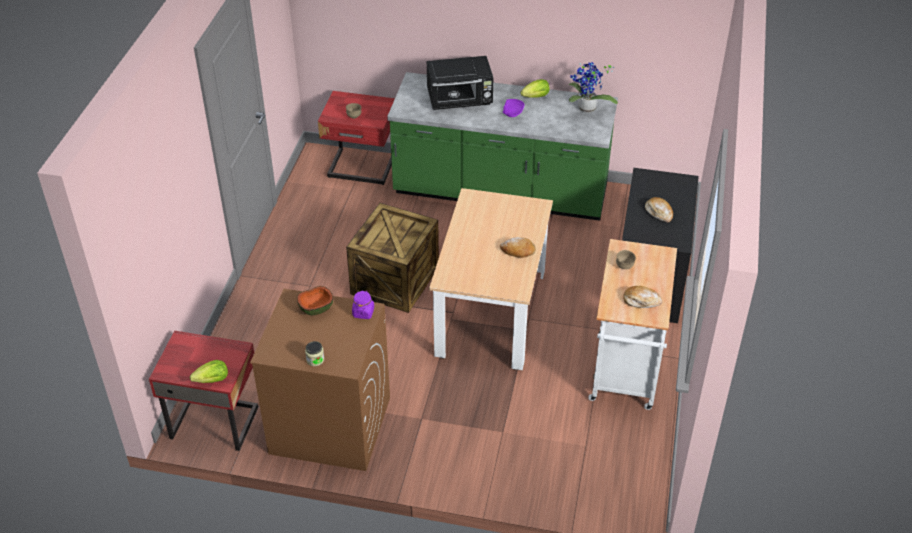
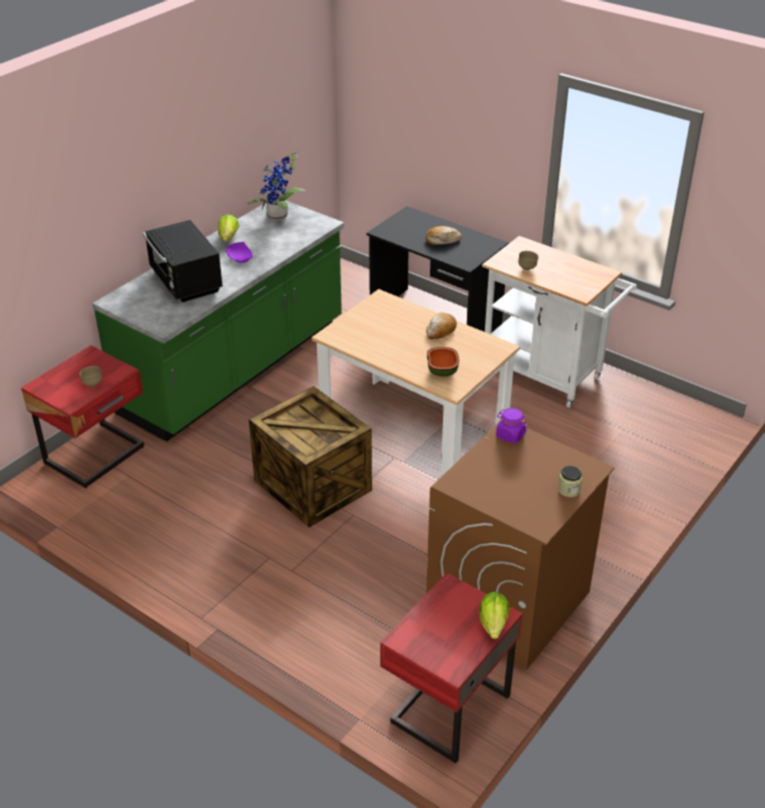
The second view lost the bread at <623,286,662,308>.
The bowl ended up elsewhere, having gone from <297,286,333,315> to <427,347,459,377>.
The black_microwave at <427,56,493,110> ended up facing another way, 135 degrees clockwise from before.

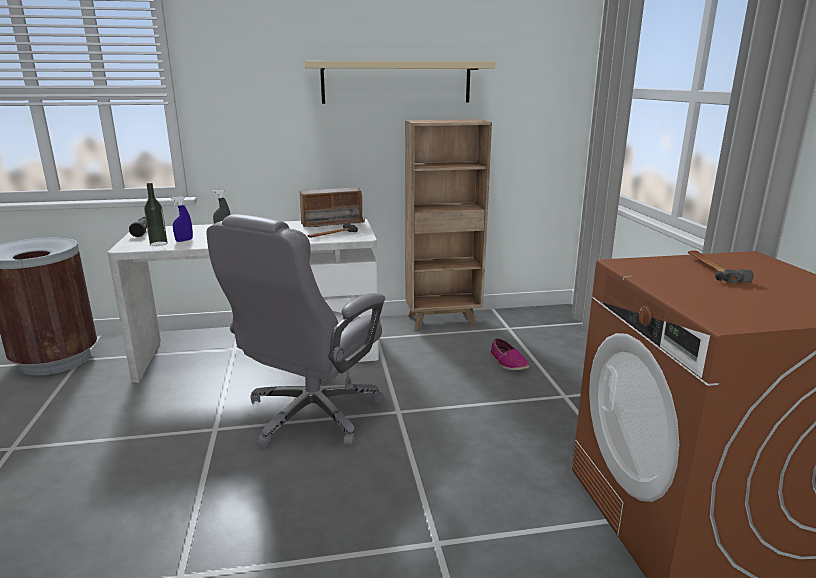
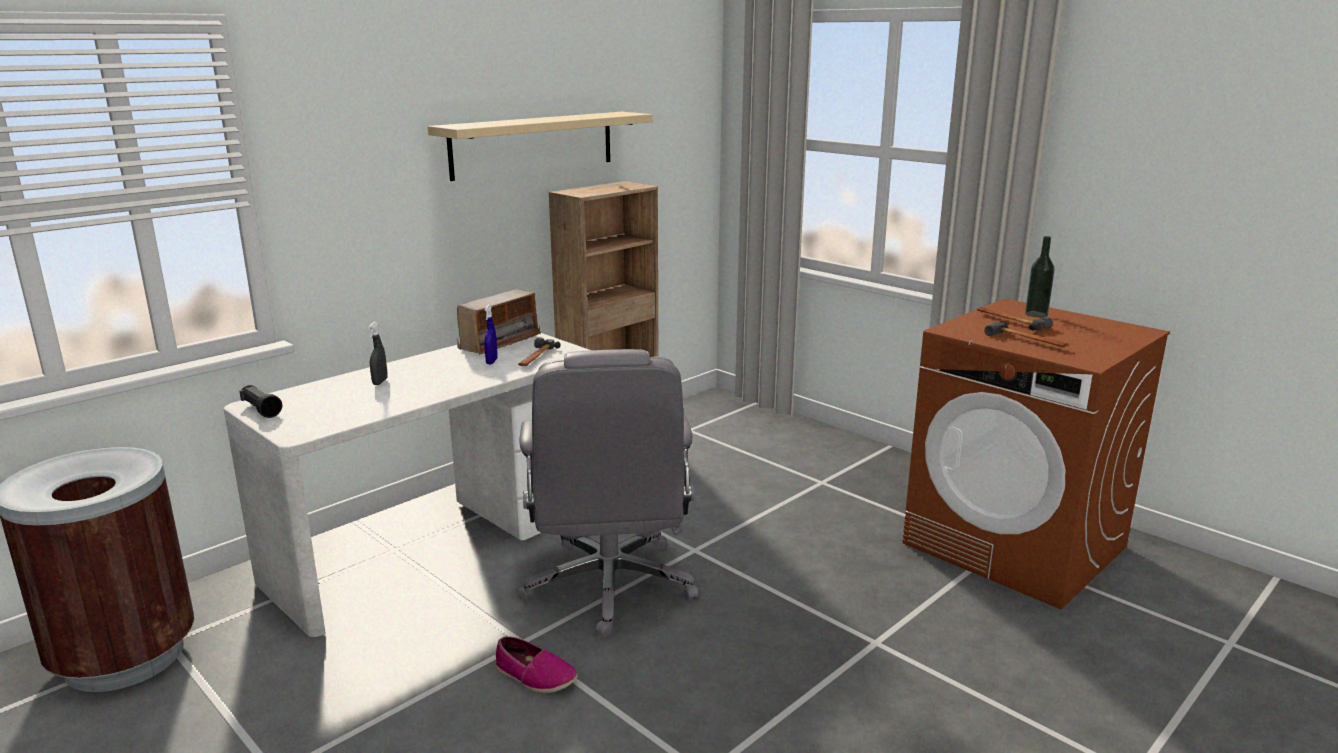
The second view gained the hammer at <984,322,1068,347>.
The bottle ended up elsewhere, having gone from <144,183,168,246> to <1025,236,1055,317>.
The blue_spray_bottle ended up elsewhere, having gone from <171,196,193,242> to <484,305,498,364>.
The shoe ended up elsewhere, having gone from <490,338,529,370> to <496,636,578,693>.

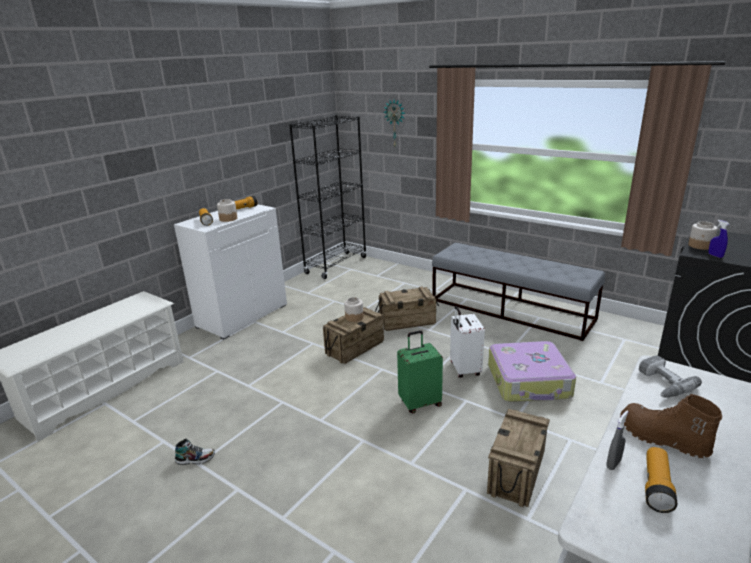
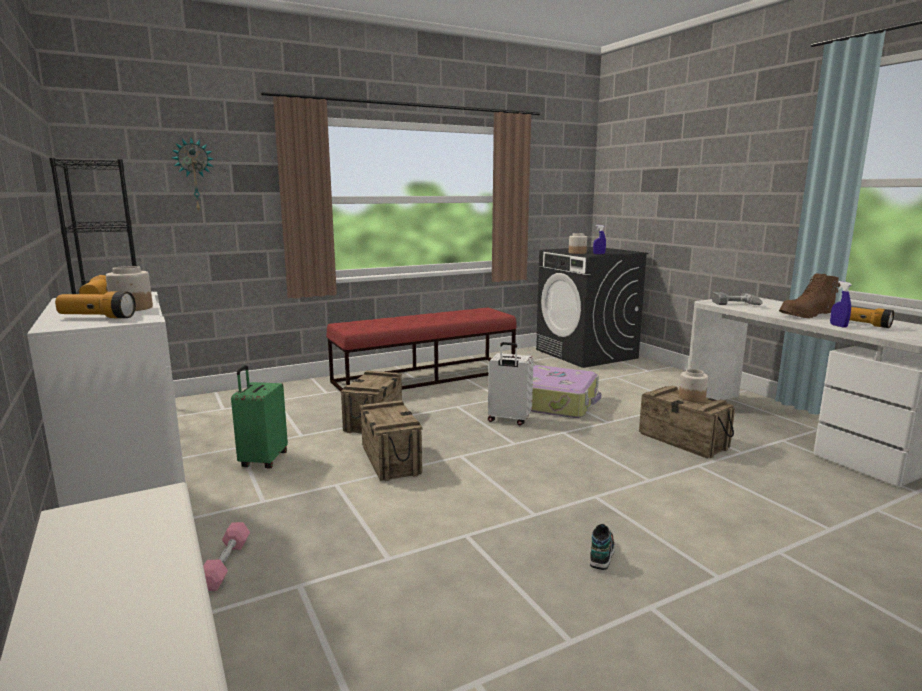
The second view gained the pink_dumbbell at <203,522,250,591>.
The shoe ended up elsewhere, having gone from <175,439,215,465> to <590,524,615,570>.
The jar ended up elsewhere, having gone from <344,297,364,322> to <679,369,708,402>.
The green_suitcase ended up elsewhere, having gone from <397,331,443,413> to <231,365,288,468>.
What was the grey_bench at <432,243,605,341> turned into the red_bench at <326,308,517,392>.
What was the grey_spray_bottle at <606,411,628,470> turned into the blue_spray_bottle at <830,281,851,328>.

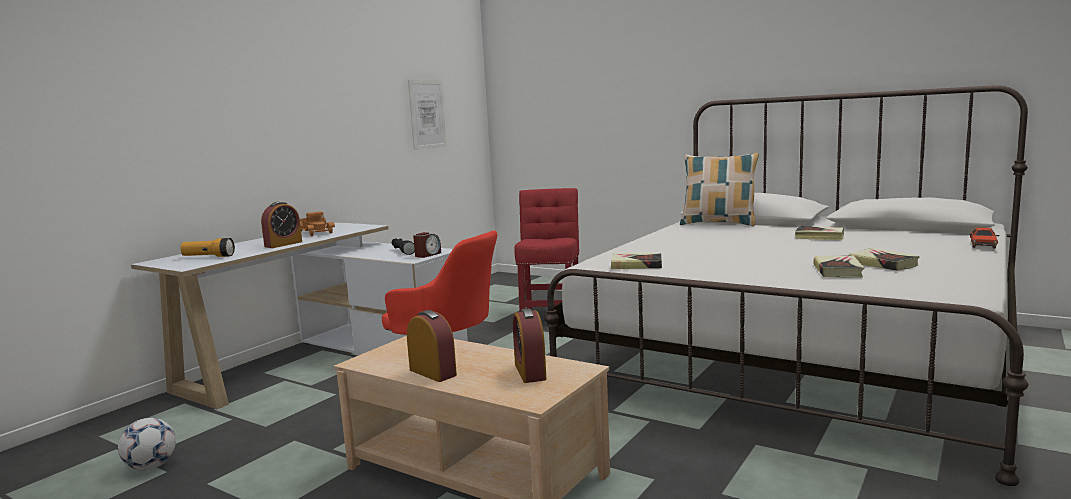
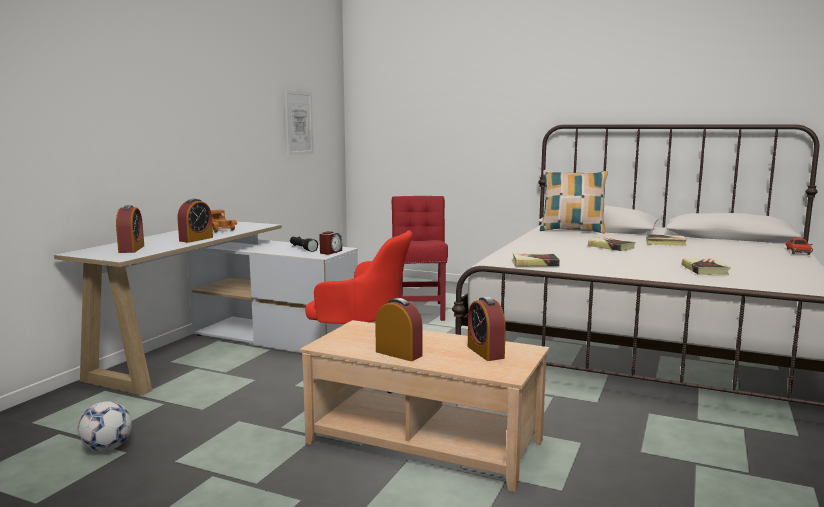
The book ended up elsewhere, having gone from <848,248,920,271> to <588,237,636,251>.
Where the flashlight stood at <180,238,235,257>, the alarm_clock came to stand at <116,205,144,253>.

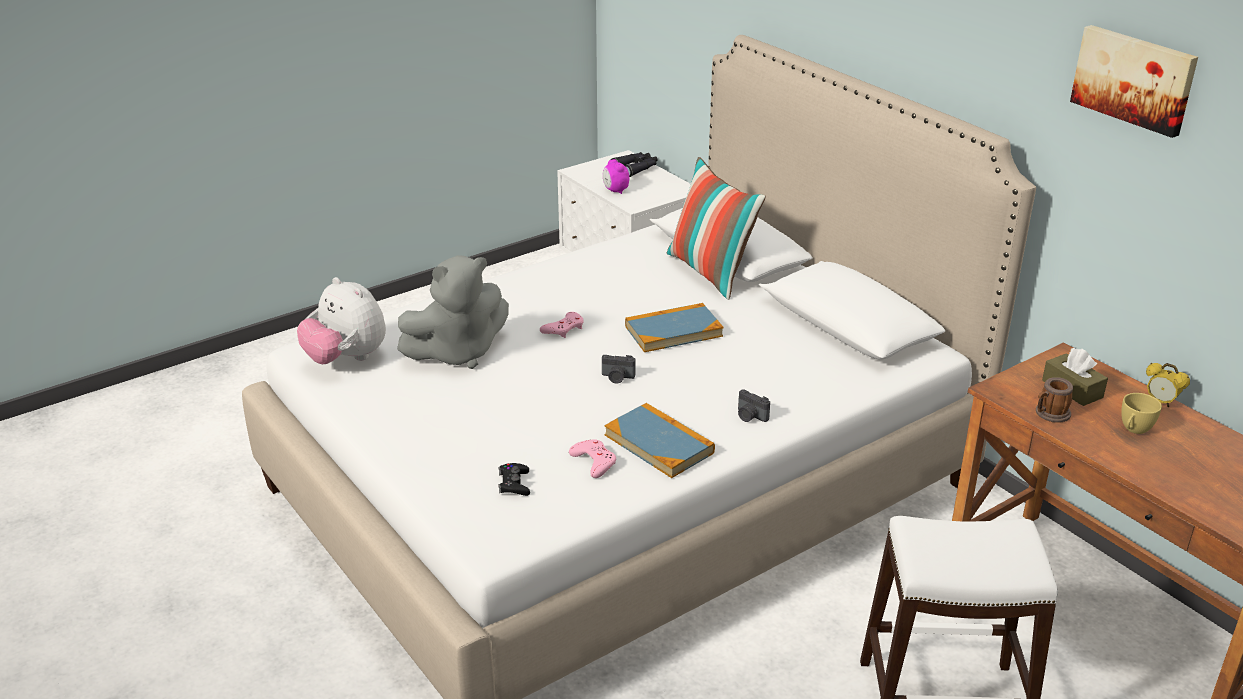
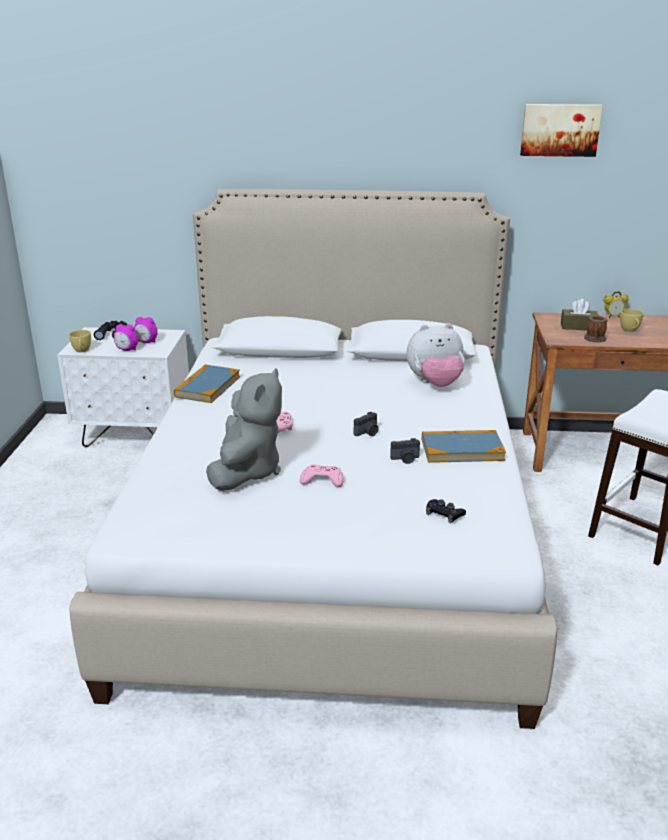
The second view lost the pillow at <667,157,766,300>.
The second view gained the yellow_cup at <69,330,91,352>.
The second view gained the alarm_clock at <134,317,158,343>.
The plush_toy ended up elsewhere, having gone from <297,277,386,364> to <407,323,465,387>.
The pink_game_controller ended up elsewhere, having gone from <569,439,616,478> to <300,464,344,487>.
The book ended up elsewhere, having gone from <625,303,723,352> to <174,364,240,403>.
The photo_camera ended up elsewhere, having gone from <738,389,770,422> to <390,438,420,464>.

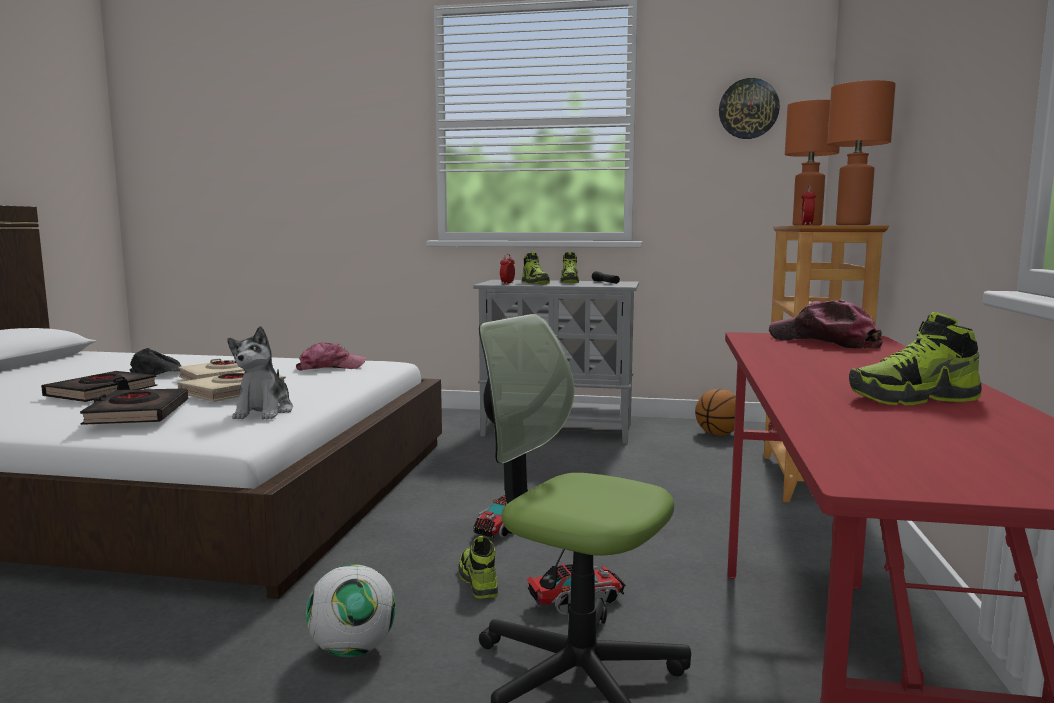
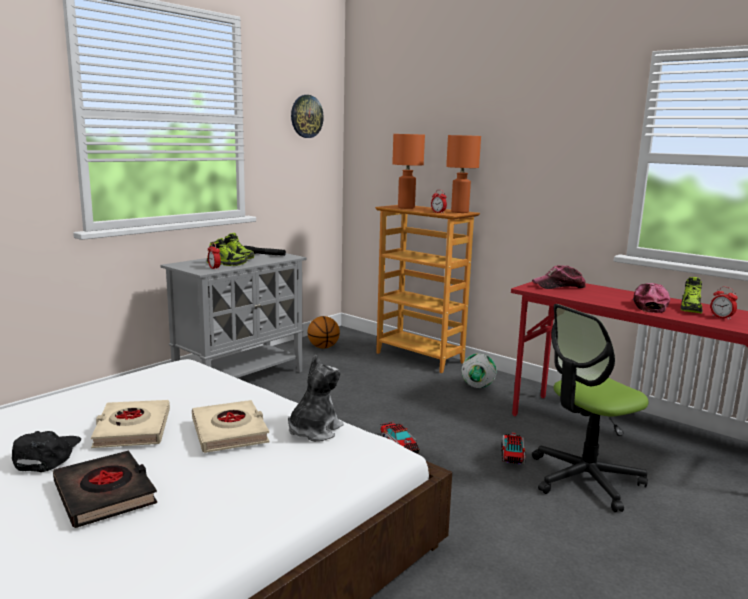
The second view lost the black_book at <80,388,188,425>.
The second view lost the shoe at <458,536,498,599>.
The second view gained the alarm_clock at <710,287,738,320>.
The cap ended up elsewhere, having gone from <296,342,366,371> to <632,283,670,313>.
The football ended up elsewhere, having gone from <306,564,396,657> to <462,353,497,388>.
The plush_toy at <228,326,293,419> ended up facing another way, 90 degrees counterclockwise from before.

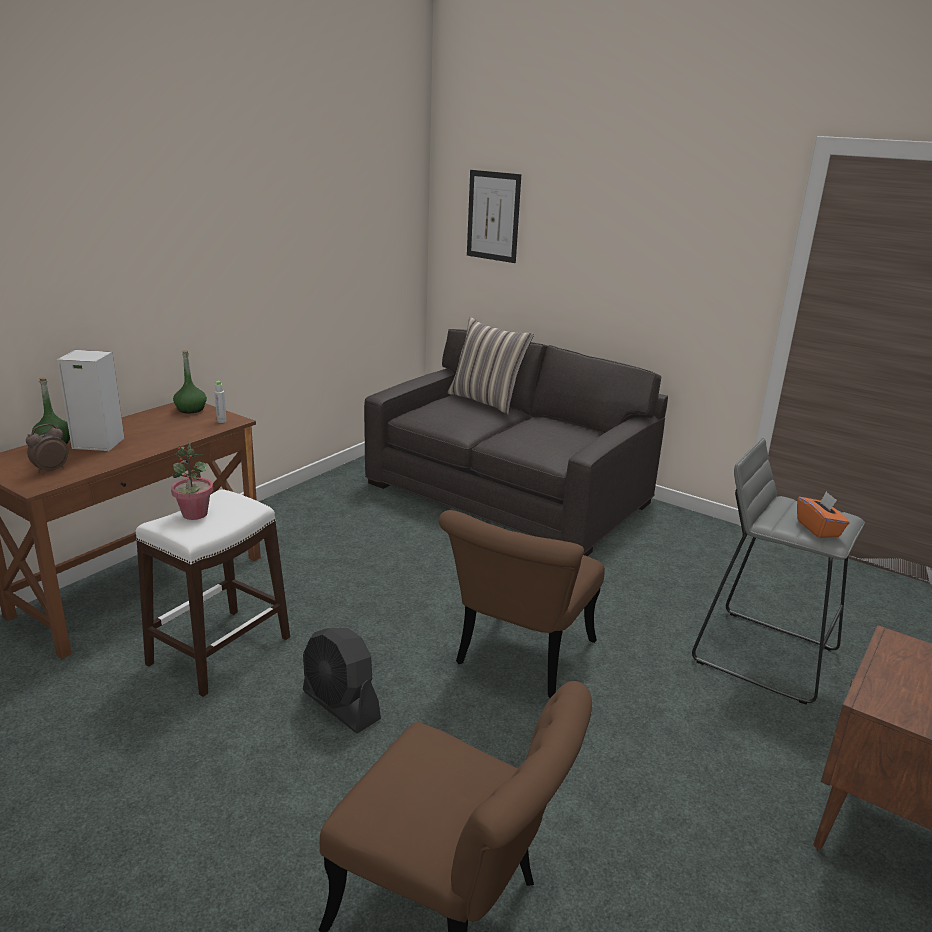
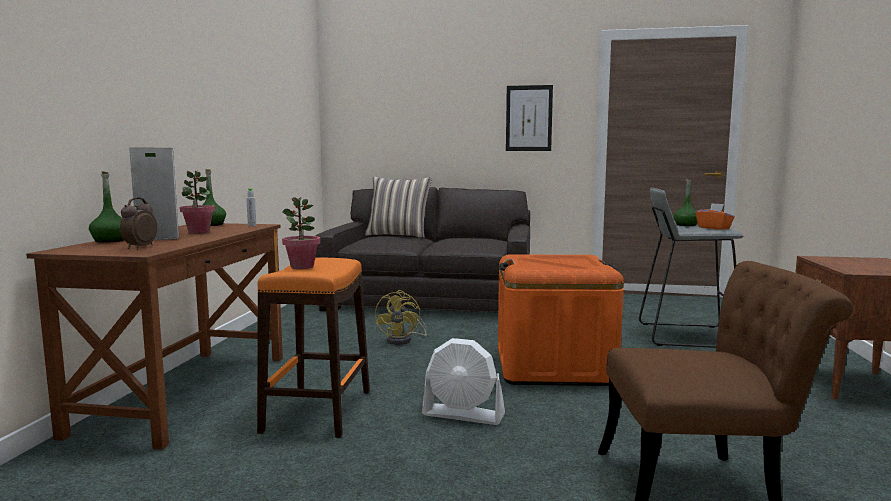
The second view gained the potted_plant at <180,171,215,234>.
The second view gained the yellow_fan at <375,290,427,345>.
The second view gained the green_bottle at <673,178,697,226>.
The picture ended up elsewhere, having gone from <467,170,521,263> to <506,85,553,151>.
Where the brown_chair stood at <439,510,605,698>, the orange_storage_box came to stand at <498,254,624,386>.
What was the white_stool at <136,489,290,697> turned into the orange_stool at <257,258,370,438>.
What was the black_fan at <303,628,381,733> turned into the white_fan at <422,338,505,425>.

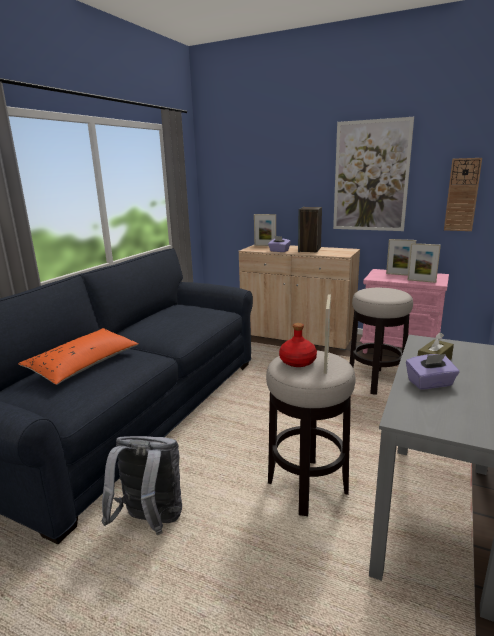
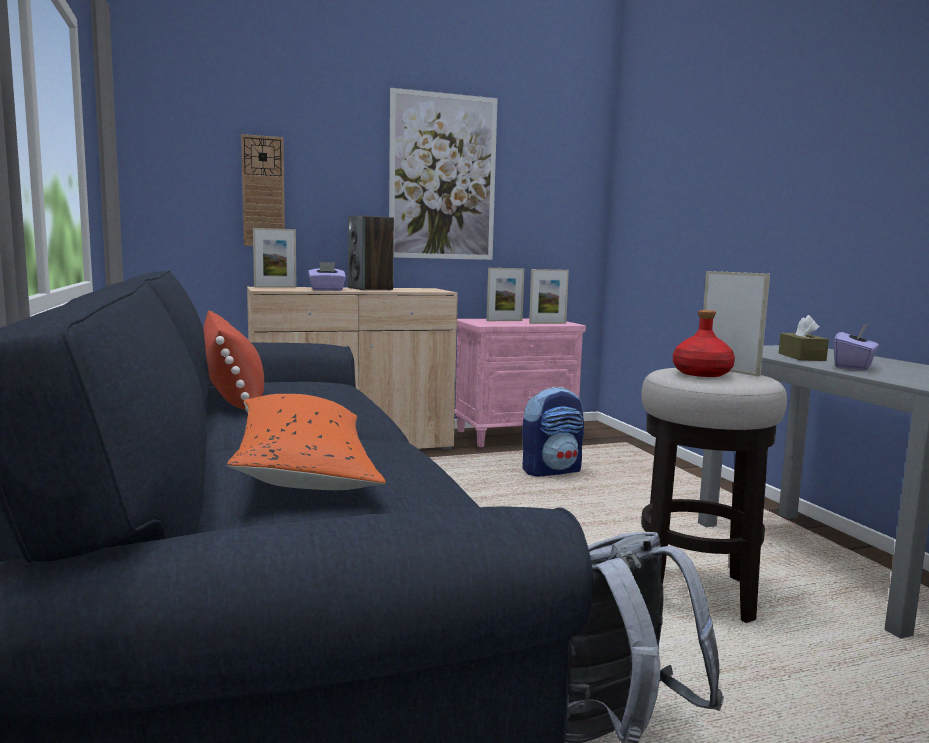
The second view gained the red_pillow at <203,310,264,412>.
The wall_clock ended up elsewhere, having gone from <444,158,482,231> to <241,134,285,246>.
Where the stool stood at <350,288,413,395>, the backpack came to stand at <522,387,584,476>.

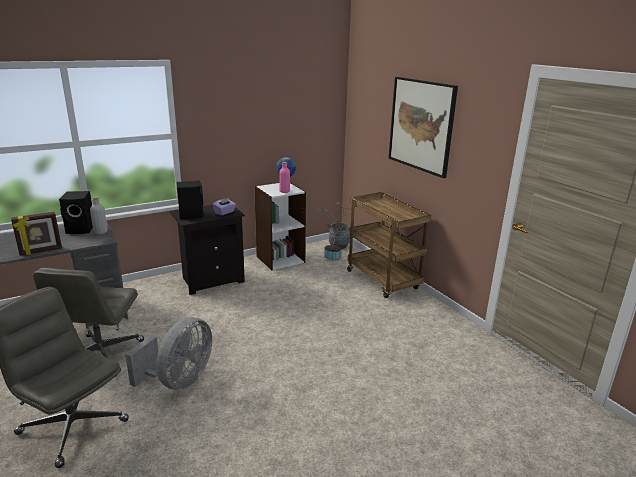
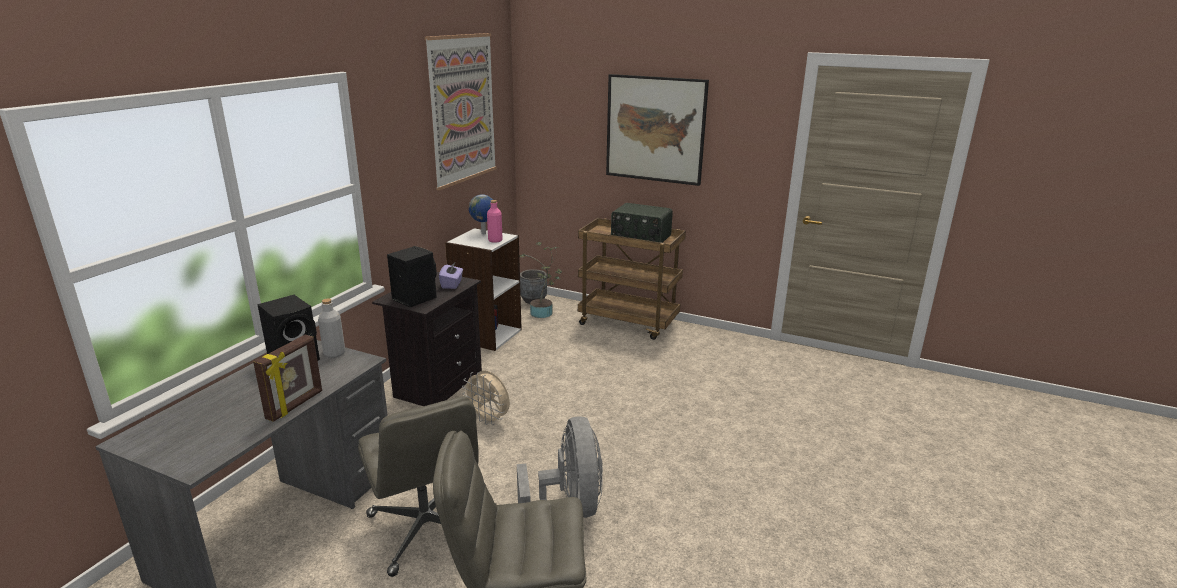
The second view gained the picture at <425,33,497,190>.
The second view gained the beige_fan at <462,371,510,425>.
The second view gained the radio at <611,203,673,243>.

